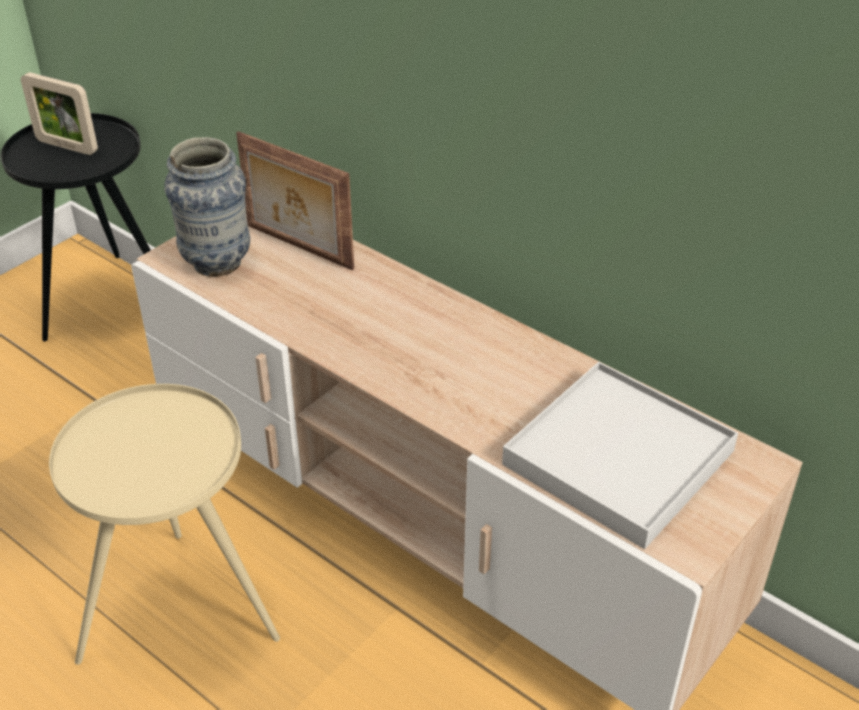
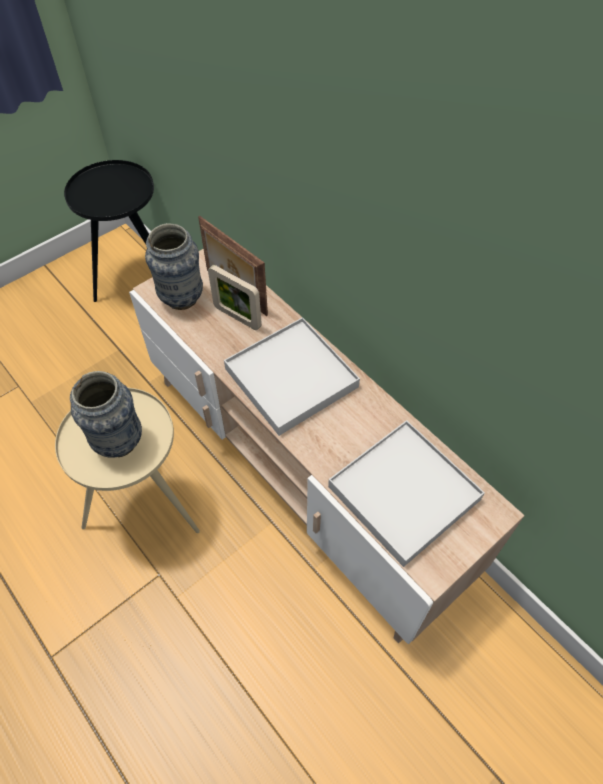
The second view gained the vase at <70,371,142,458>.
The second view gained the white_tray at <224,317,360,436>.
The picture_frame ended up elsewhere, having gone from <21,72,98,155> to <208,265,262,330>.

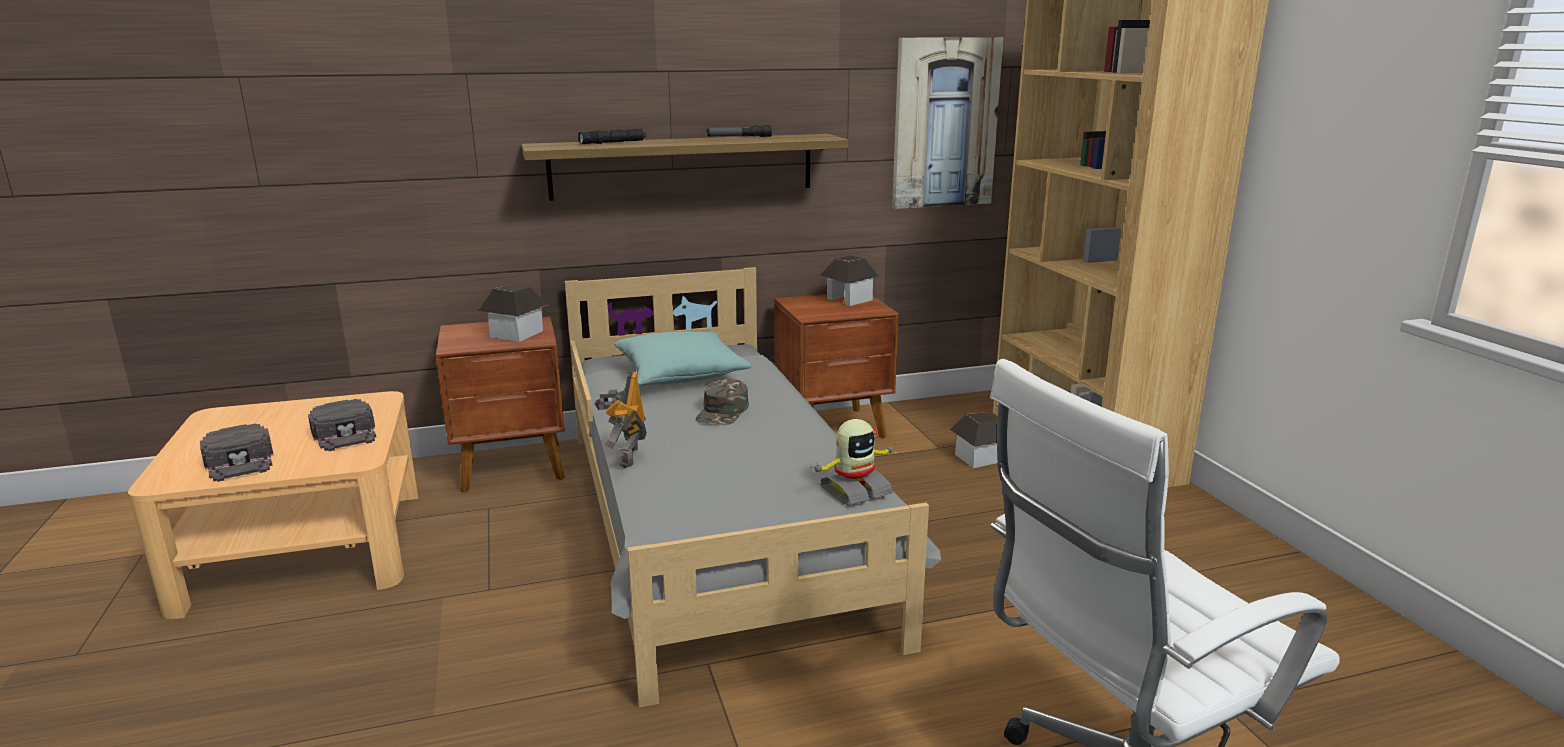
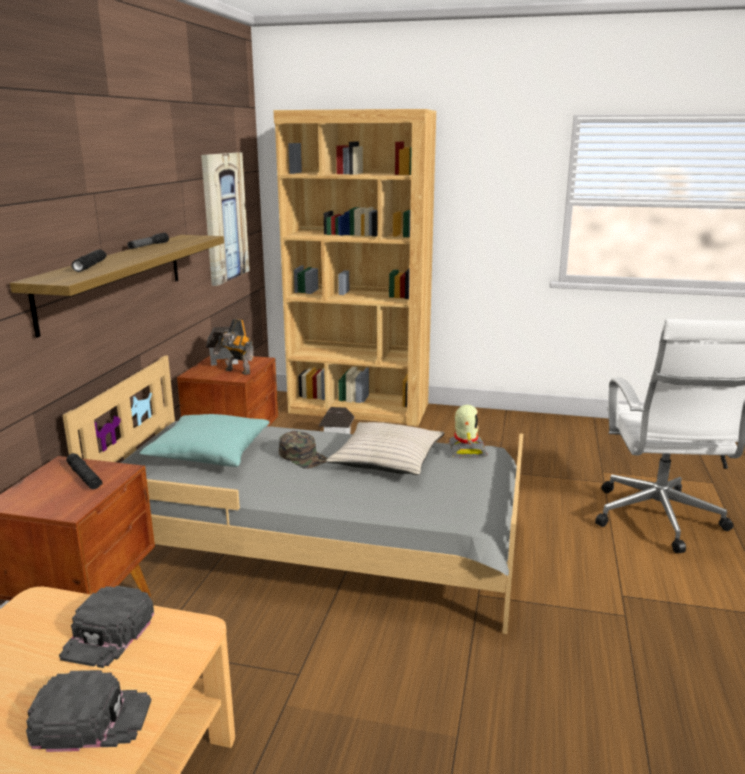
The second view gained the beige_pillow at <326,422,444,475>.
The toy_robot ended up elsewhere, having gone from <594,371,647,468> to <213,319,253,375>.
Where the toy_house stood at <478,285,548,342>, the black_flashlight came to stand at <66,453,102,489>.
The black_cap at <308,399,376,451> ended up facing another way, 105 degrees clockwise from before.

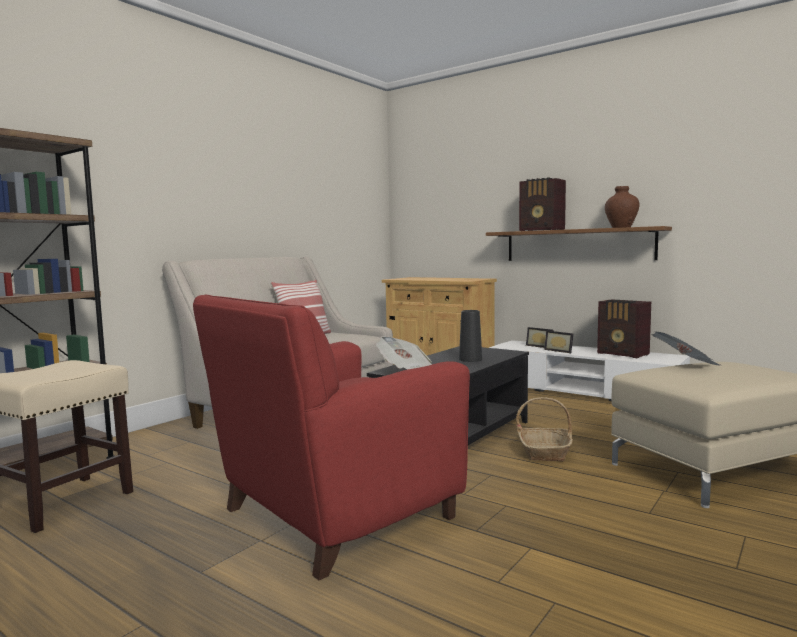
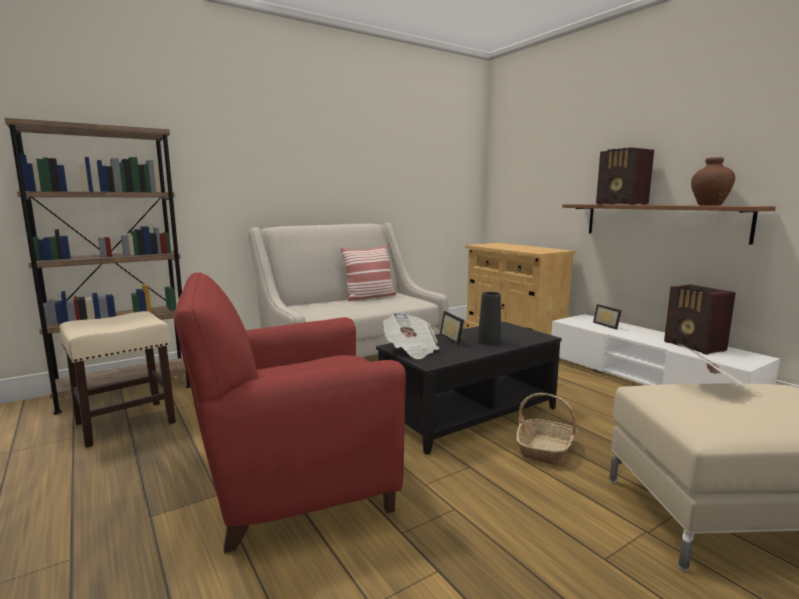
The picture_frame ended up elsewhere, having gone from <544,331,574,353> to <440,311,464,345>.

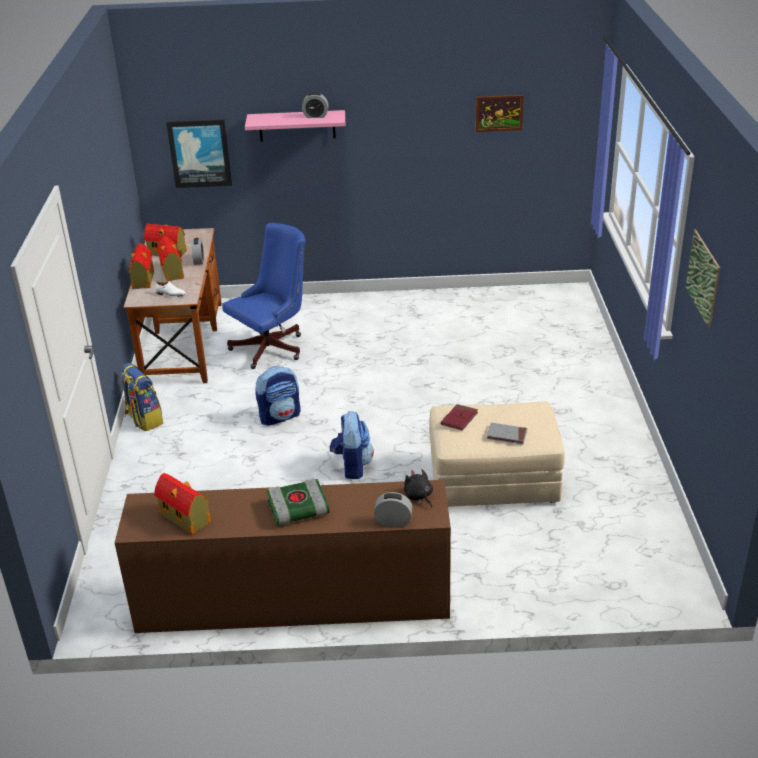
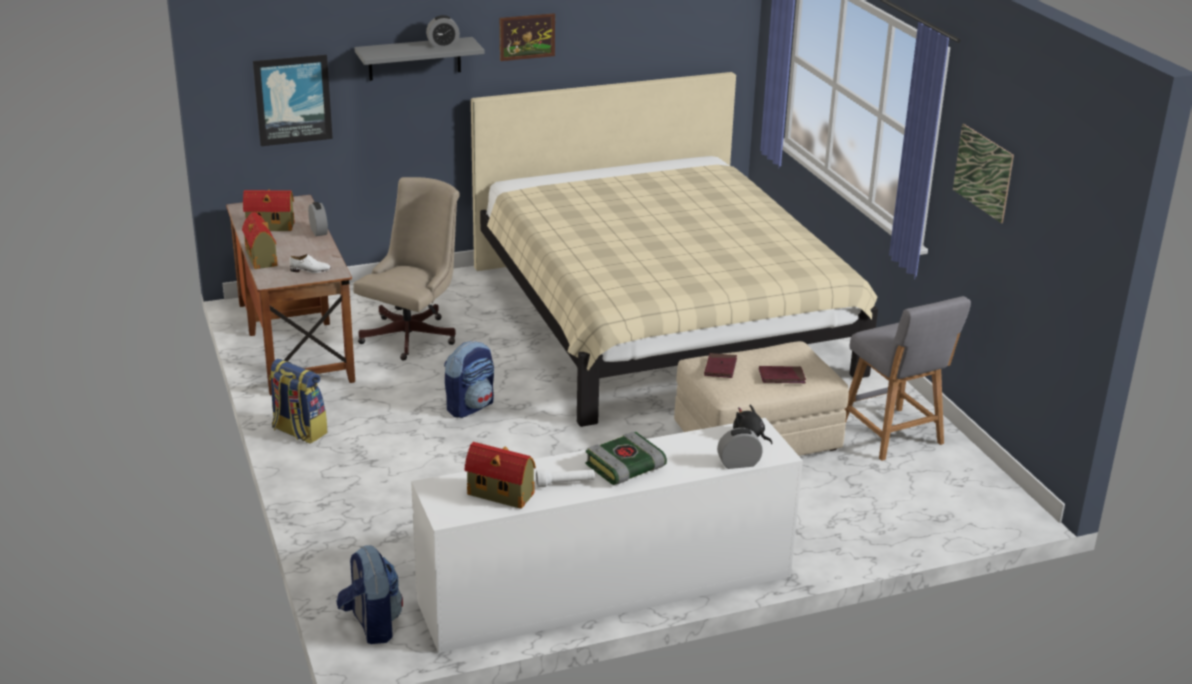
The second view lost the toy_house at <157,236,184,281>.
The second view gained the beige_bed at <471,72,878,427>.
The second view gained the white_flashlight at <536,469,595,487>.
The second view gained the grey_stool at <845,296,971,461>.
The backpack ended up elsewhere, having gone from <330,411,374,479> to <336,545,403,644>.
The picture ended up elsewhere, having gone from <475,95,524,132> to <500,13,555,61>.
What was the brown_dresser at <115,480,451,633> turned into the white_dresser at <411,418,803,653>.
What was the blue_office_chair at <222,223,306,369> turned into the beige_office_chair at <353,177,460,361>.
What was the pink_shelf at <245,110,345,142> turned into the grey_shelf at <354,37,485,81>.
What was the grey_book at <486,423,527,445> turned into the red_book at <759,366,806,383>.

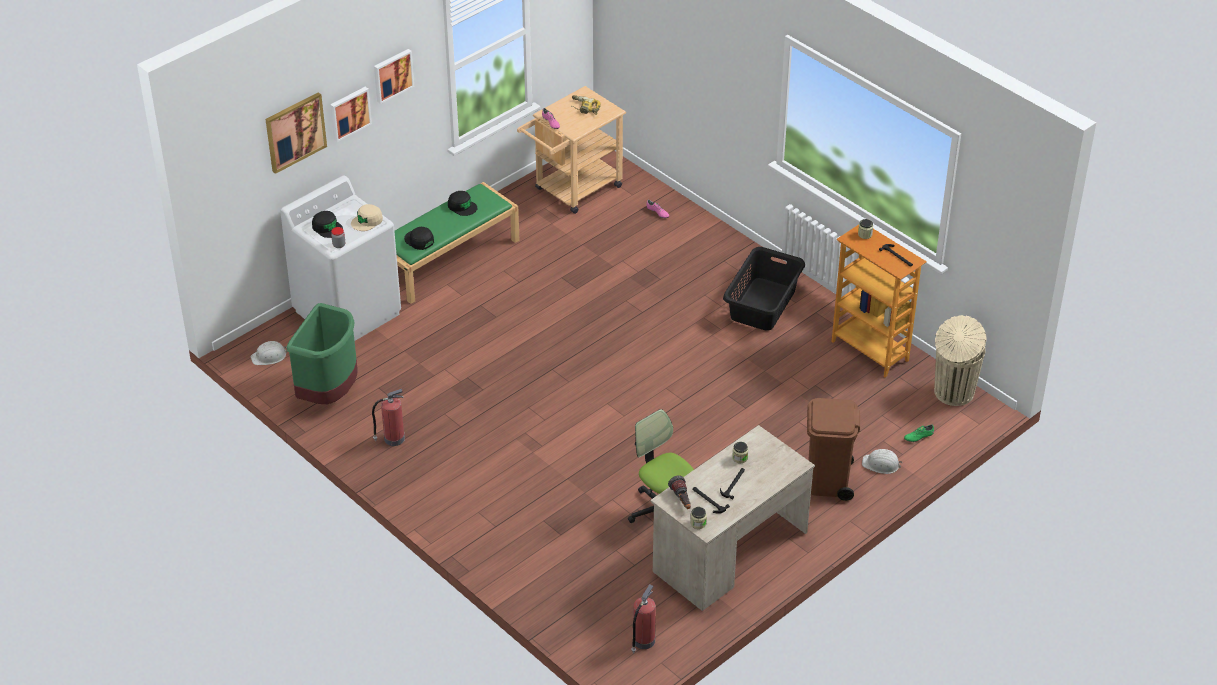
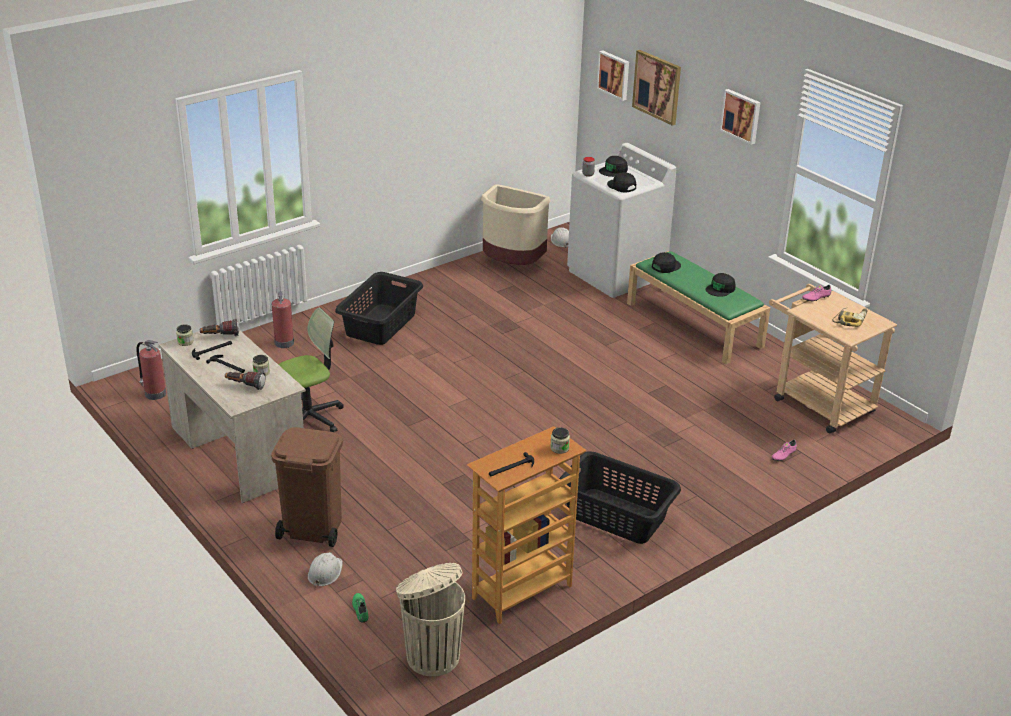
The second view gained the flashlight at <225,371,266,390>.
The second view gained the black_laundry_basket at <335,272,423,345>.
The picture ended up elsewhere, having gone from <330,87,372,142> to <597,50,629,101>.
The fire_extinguisher ended up elsewhere, having gone from <372,389,405,446> to <272,291,294,348>.
What was the green_trash_can at <287,303,358,404> turned into the beige_trash_can at <481,185,551,265>.
What was the beige_cap at <351,204,383,231> turned into the black_cap at <607,172,636,193>.

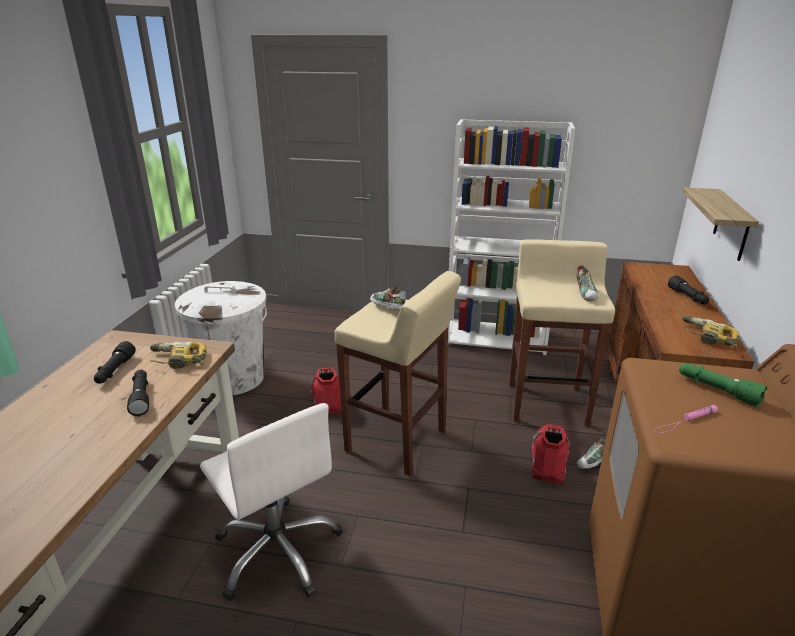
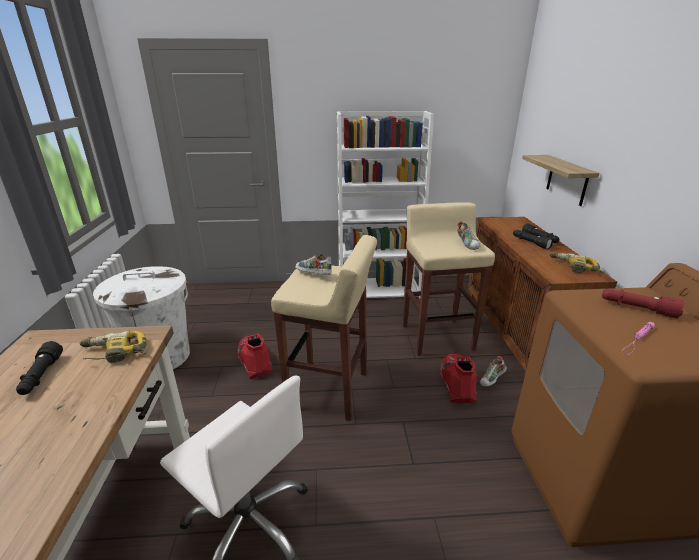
The black_flashlight ended up elsewhere, having gone from <127,370,149,416> to <513,230,554,250>.
What was the green_flashlight at <679,363,767,407> turned into the red_flashlight at <602,289,685,319>.

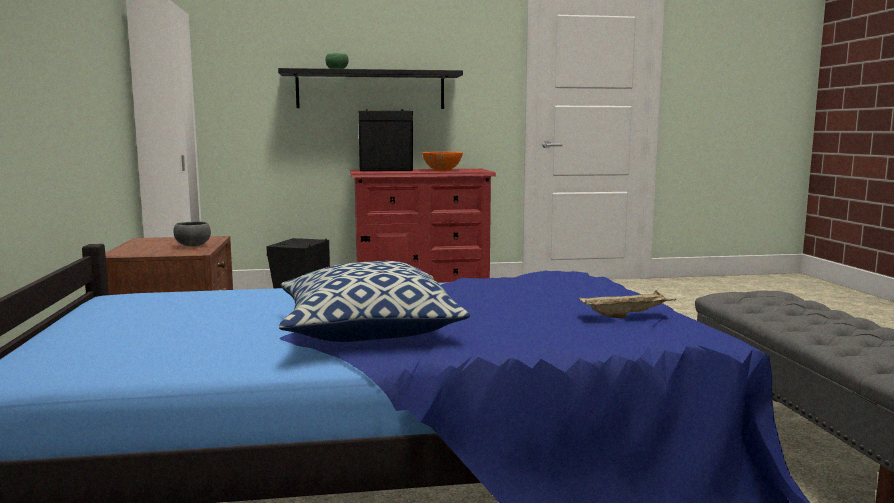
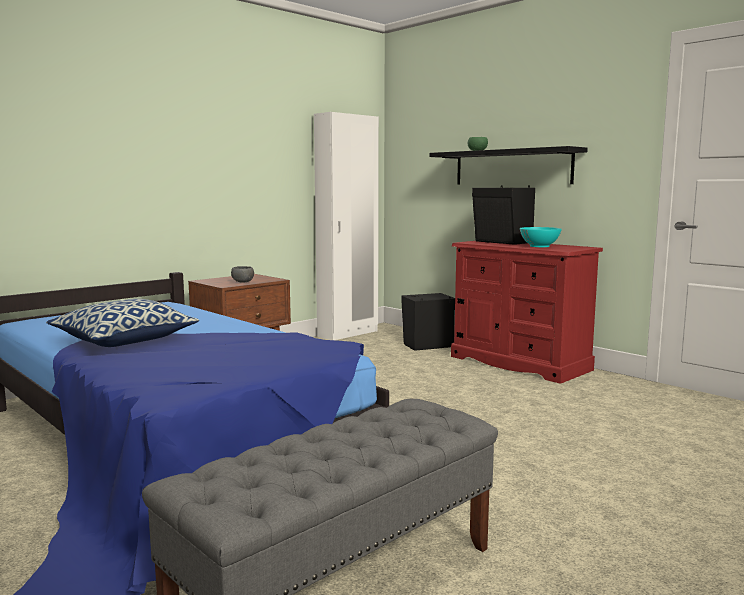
The second view lost the beige_tray at <579,290,676,318>.
What was the orange_bowl at <422,152,463,171> turned into the turquoise_bowl at <520,227,562,247>.

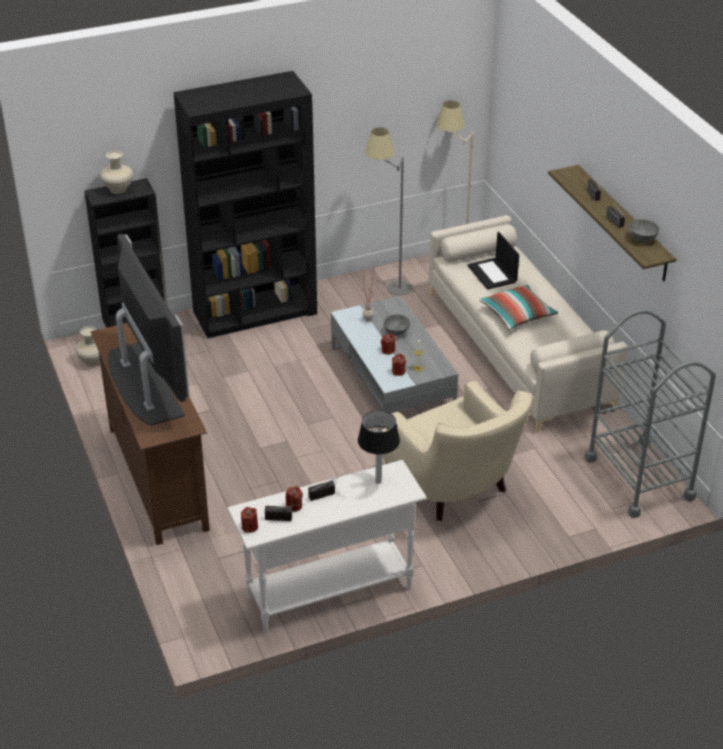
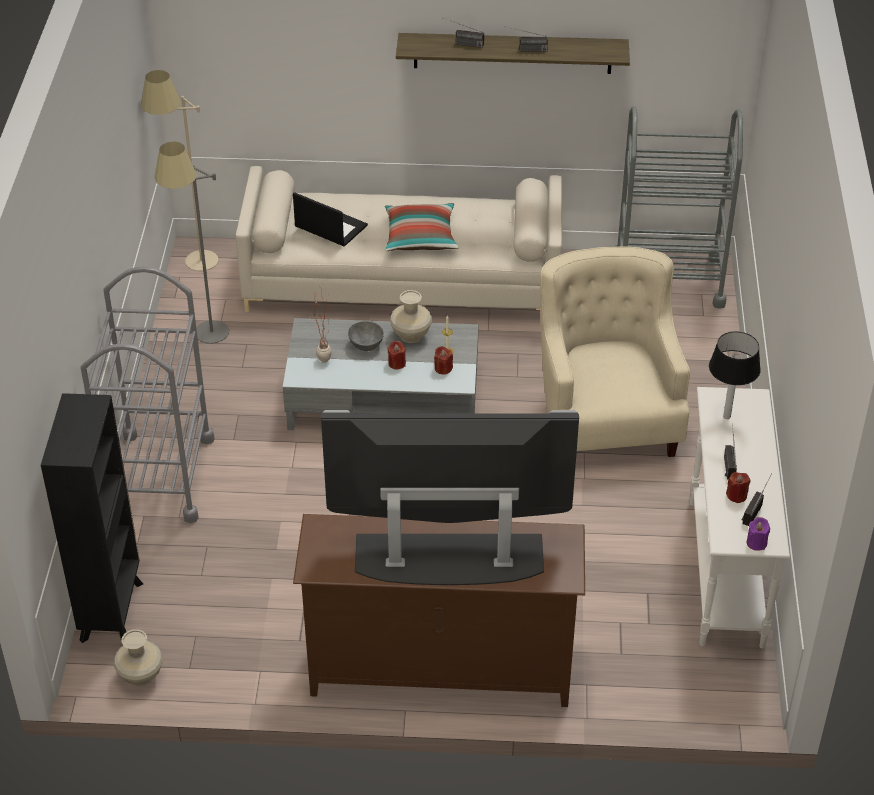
The second view lost the grey_bowl at <628,219,660,243>.
The beige_vase ended up elsewhere, having gone from <100,151,133,194> to <390,290,432,343>.
Where the black_bookcase stood at <173,71,317,338>, the grey_cart came to stand at <81,266,215,523>.
What was the red_candle at <241,507,258,533> turned into the purple_candle at <747,517,770,551>.
The beige_armchair at <382,381,532,521> ended up facing another way, 90 degrees counterclockwise from before.
The laptop at <468,232,519,290> ended up facing another way, 150 degrees counterclockwise from before.

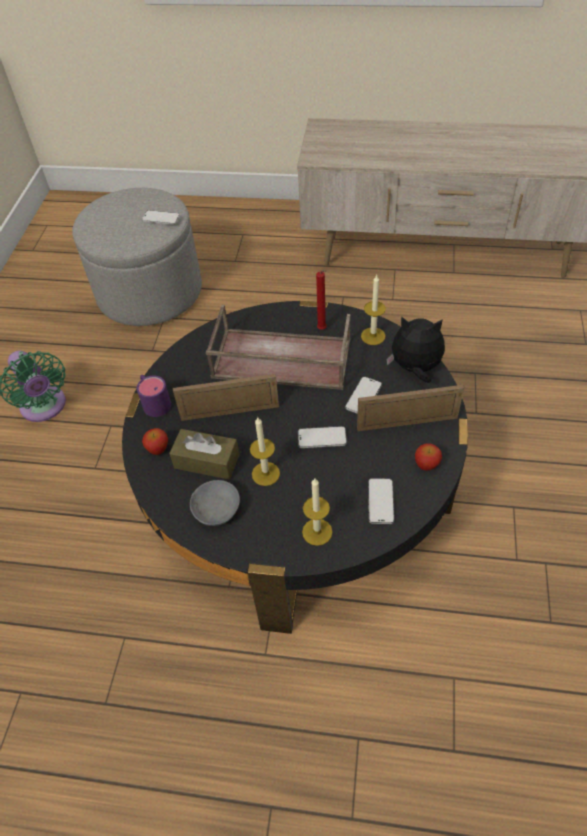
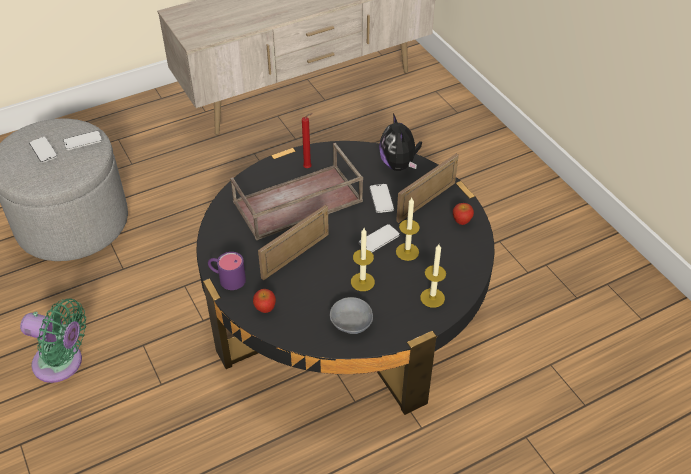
The second view lost the brown_tissue_box at <169,429,240,480>.
The candle ended up elsewhere, having gone from <361,275,386,345> to <396,198,420,261>.
The phone ended up elsewhere, having gone from <368,478,394,524> to <29,137,58,163>.
The plush_toy at <386,316,445,383> ended up facing another way, 75 degrees counterclockwise from before.

